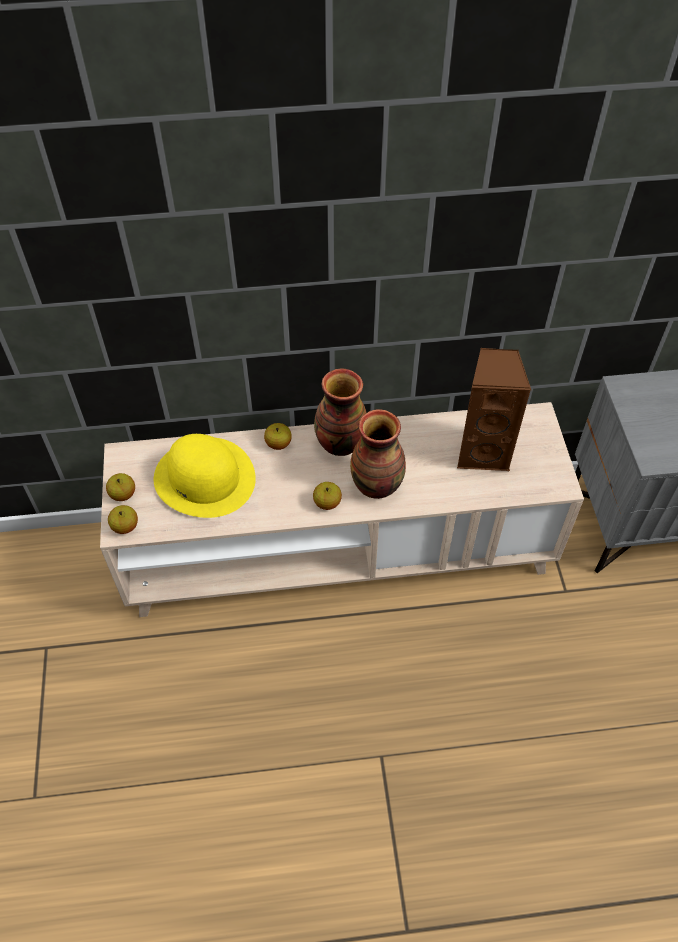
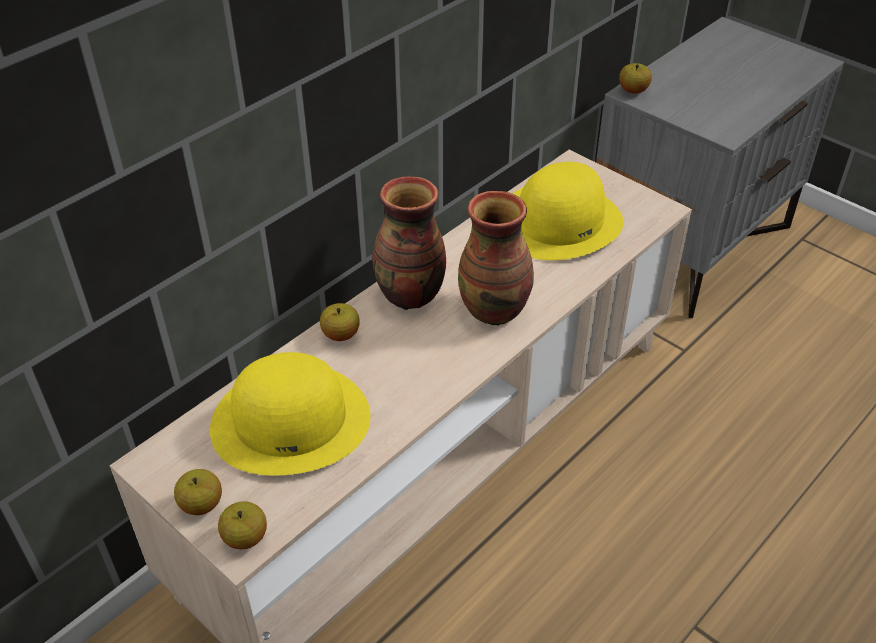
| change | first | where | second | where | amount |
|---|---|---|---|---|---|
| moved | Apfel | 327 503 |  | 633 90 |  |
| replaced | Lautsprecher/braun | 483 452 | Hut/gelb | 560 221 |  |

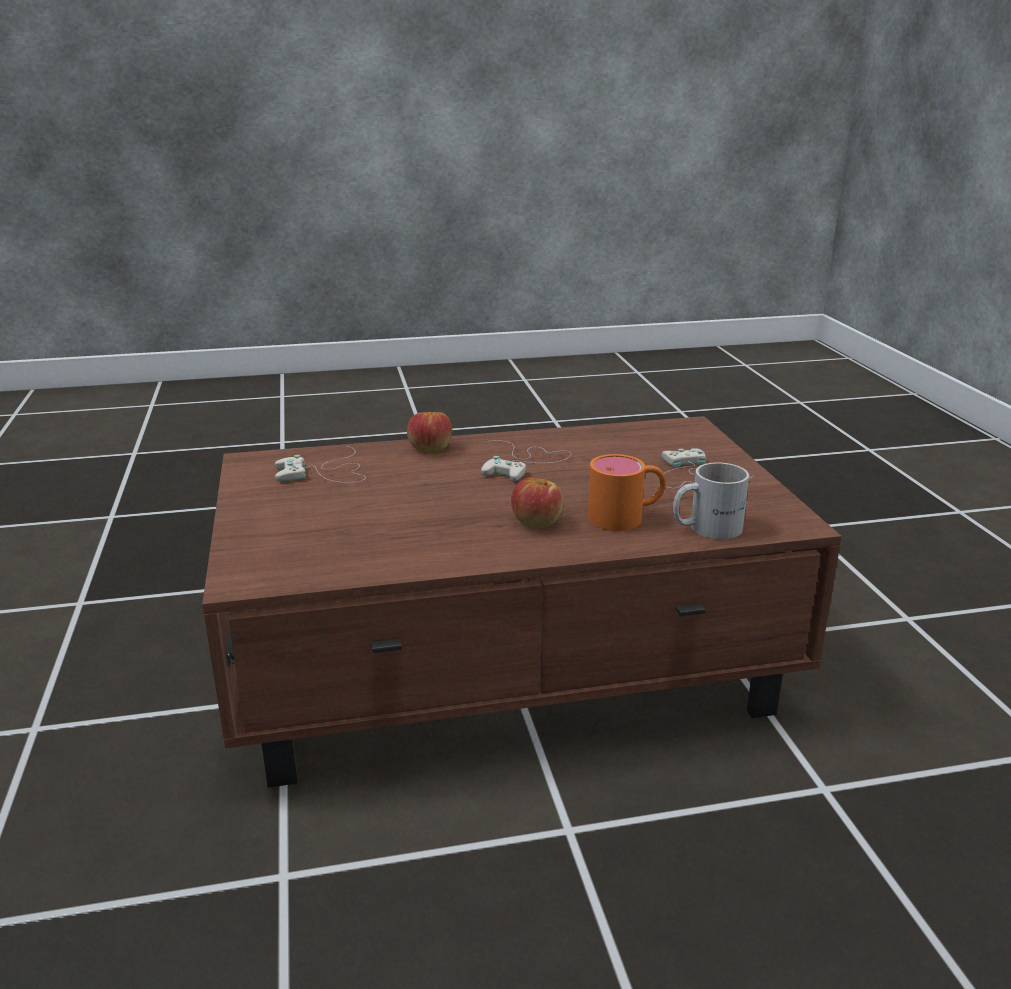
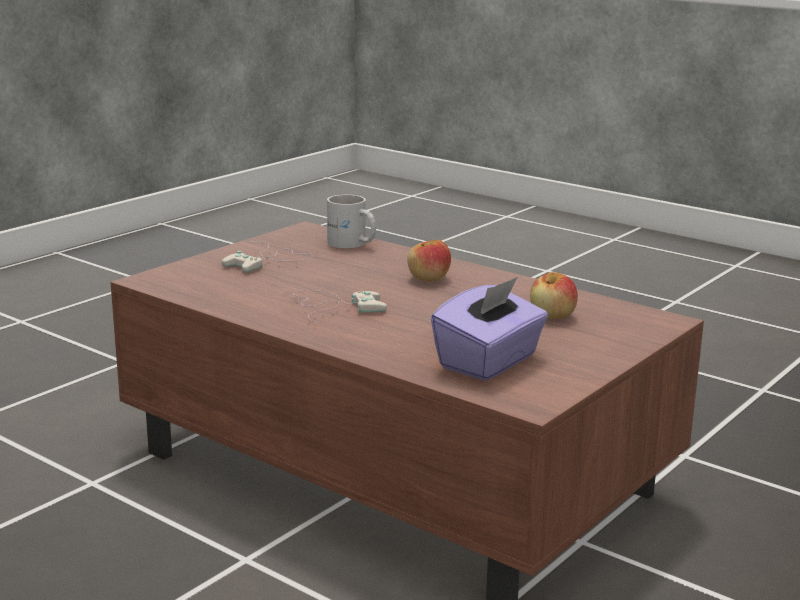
| change | first | where | second | where | amount |
|---|---|---|---|---|---|
| replaced | Gamepad/weiß | 326 473 | Taschentuchbox/lila | 489 362 |  |
| moved | Apfel | 430 449 |  | 552 315 |  |
| removed | Henkelbecher/orange | 626 516 |  |  |  |

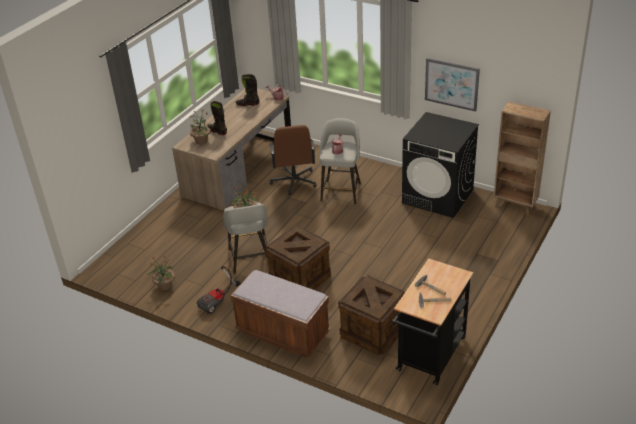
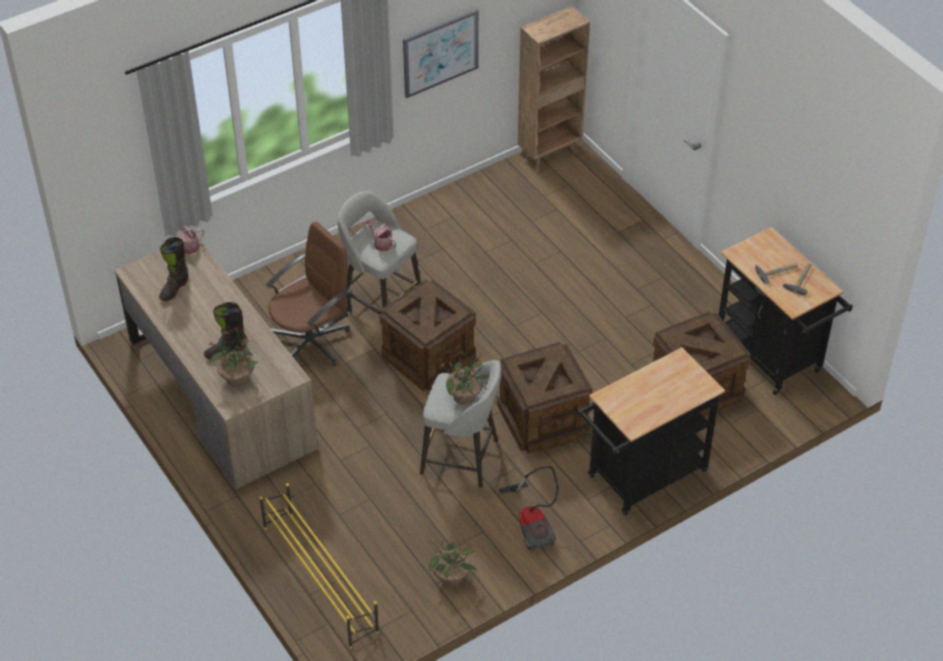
| change | first | where | second | where | amount |
|---|---|---|---|---|---|
| replaced | Bank/braun | 283 333 | Rollwagen/schwarz | 641 478 |  |
| turned | Bürostuhl/braun | 294 181 |  | 311 342 | 60 degrees counterclockwise |
| removed | Waschmaschine/schwarz | 438 196 |  |  |  |
| added |  |  | Schuhregal/gelb | 320 578 |  |
| added |  |  | Kiste | 428 356 |  |

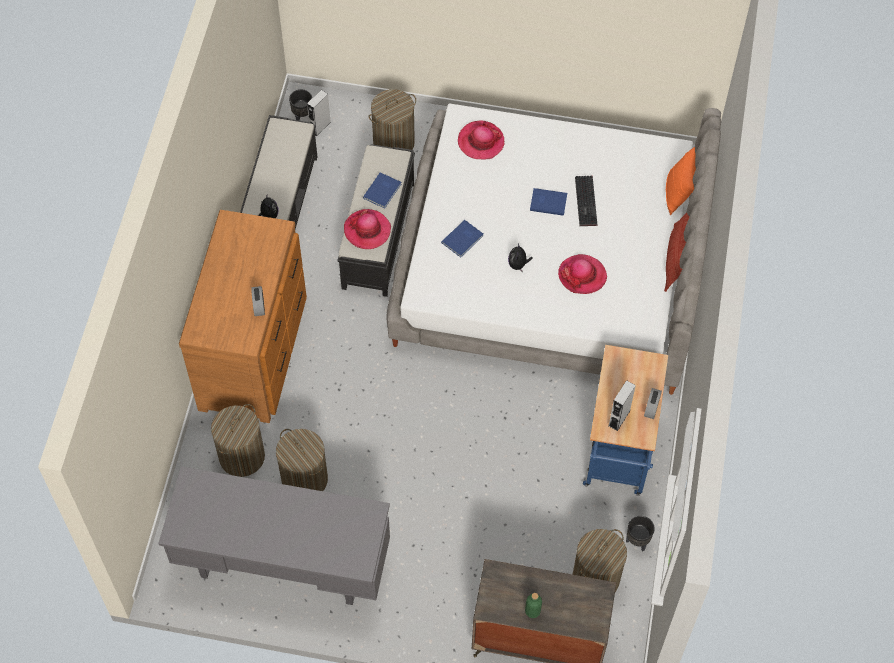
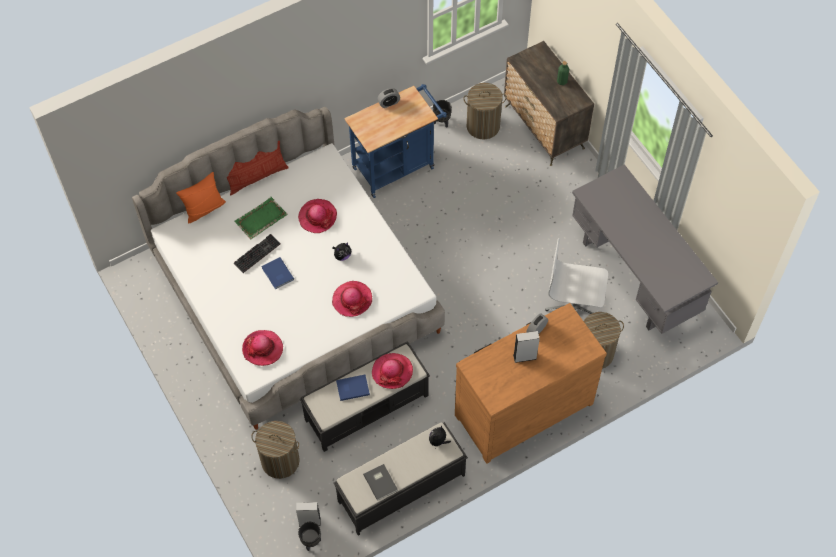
| change | first | where | second | where | amount |
|---|---|---|---|---|---|
| replaced | Wäschekorb | 304 479 | Bürostuhl/weiß | 574 307 |  |
| replaced | Buch/blau | 463 239 | Hut | 352 299 |  |
| moved | Lautsprecher/grau | 619 418 |  | 525 357 |  |
| added |  |  | Tablett/grün | 260 219 |  |
| added |  |  | Buch/grau | 381 482 |  |

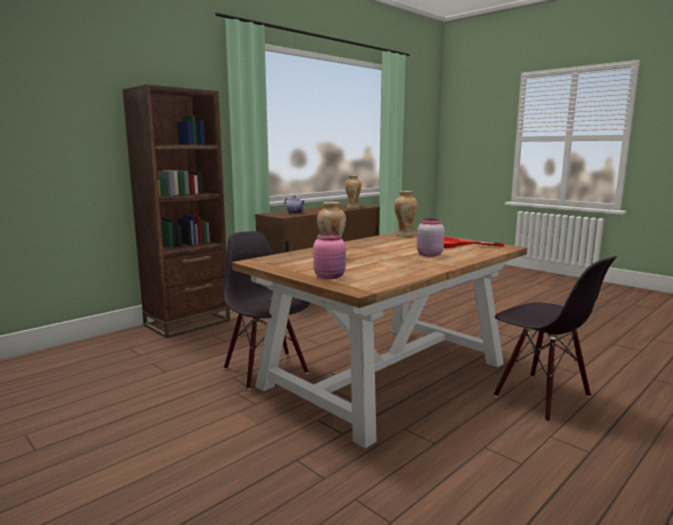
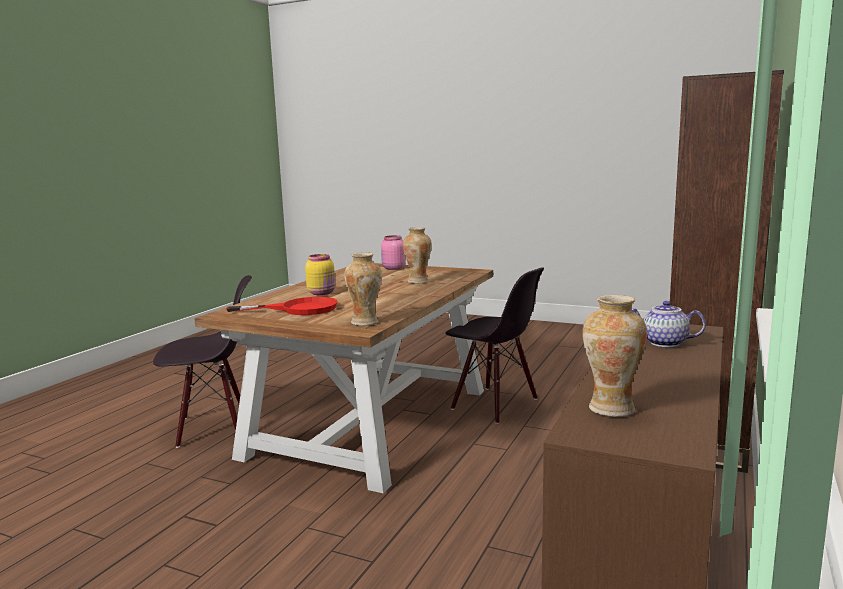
| change | first | where | second | where | amount |
|---|---|---|---|---|---|
| recoloured | Vorratsglas/rosa | 428 255 | Vorratsglas/gelb | 322 293 |  |
| turned | Stuhl/schwarz | 541 396 |  | 212 428 | 135 degrees clockwise |

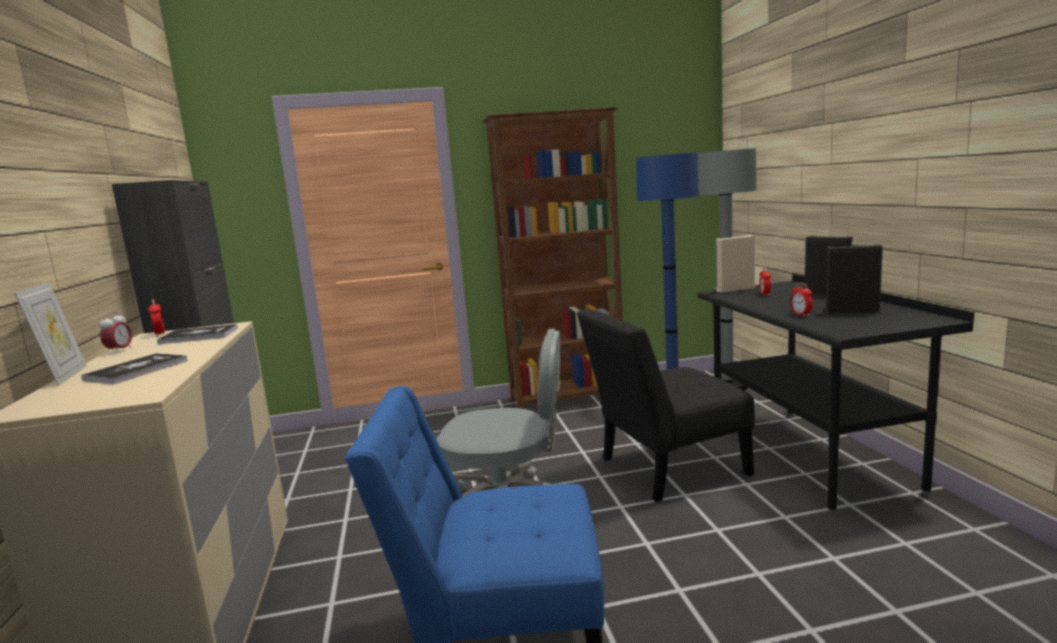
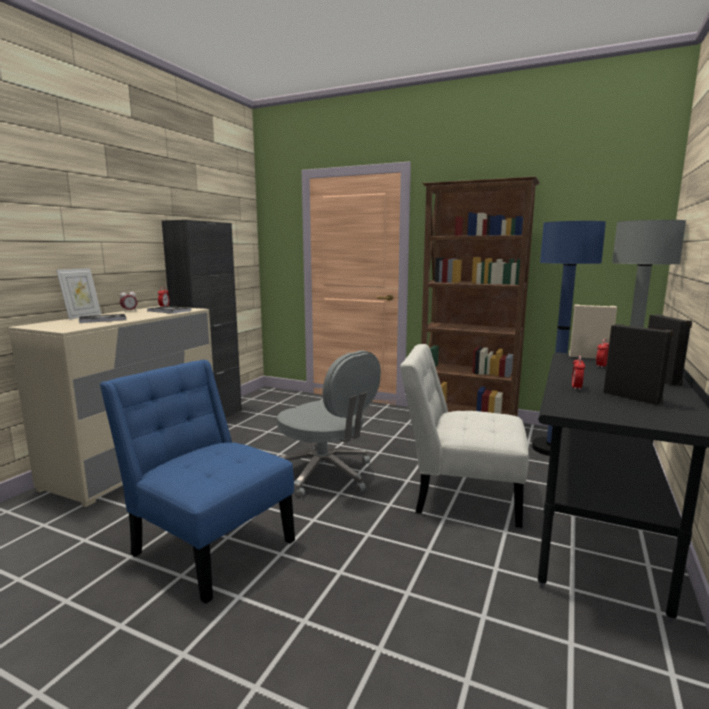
| change | first | where | second | where | amount |
|---|---|---|---|---|---|
| recoloured | Stuhl/schwarz | 666 469 | Stuhl/weiß | 460 495 |  |

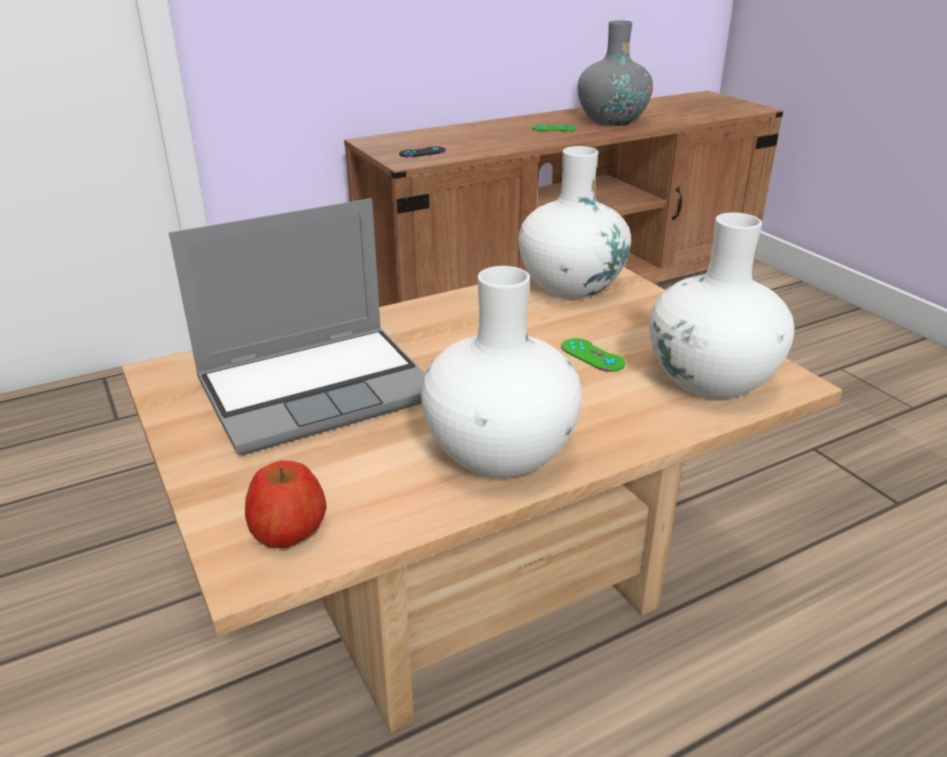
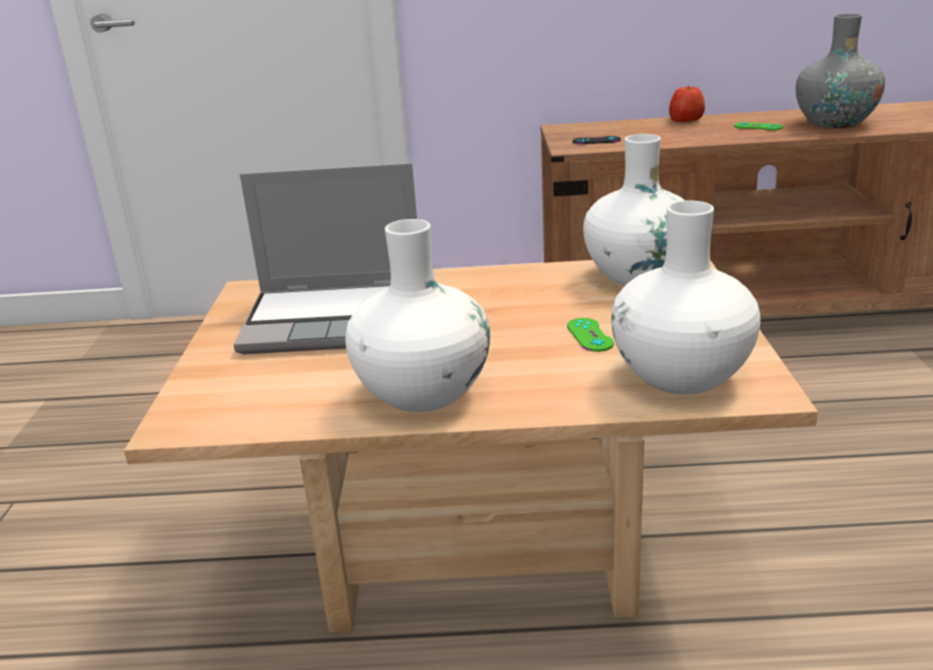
| change | first | where | second | where | amount |
|---|---|---|---|---|---|
| moved | Apfel | 288 530 |  | 685 120 |  |

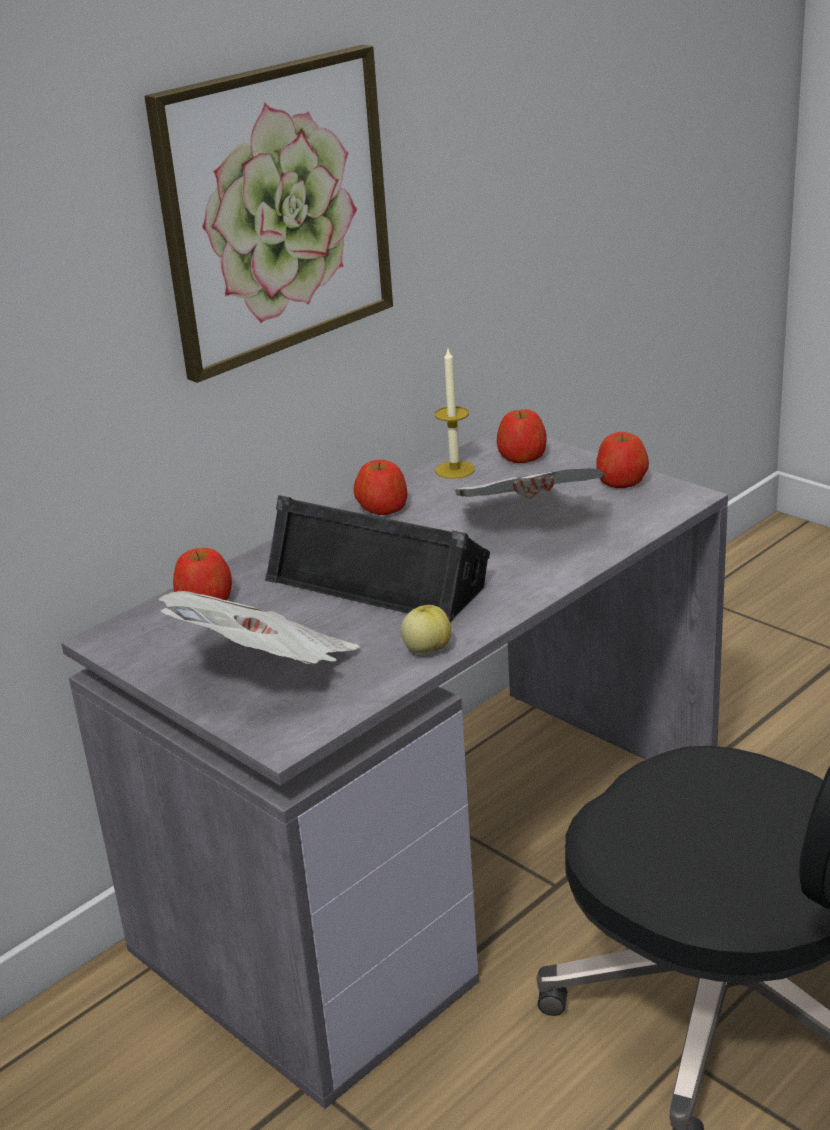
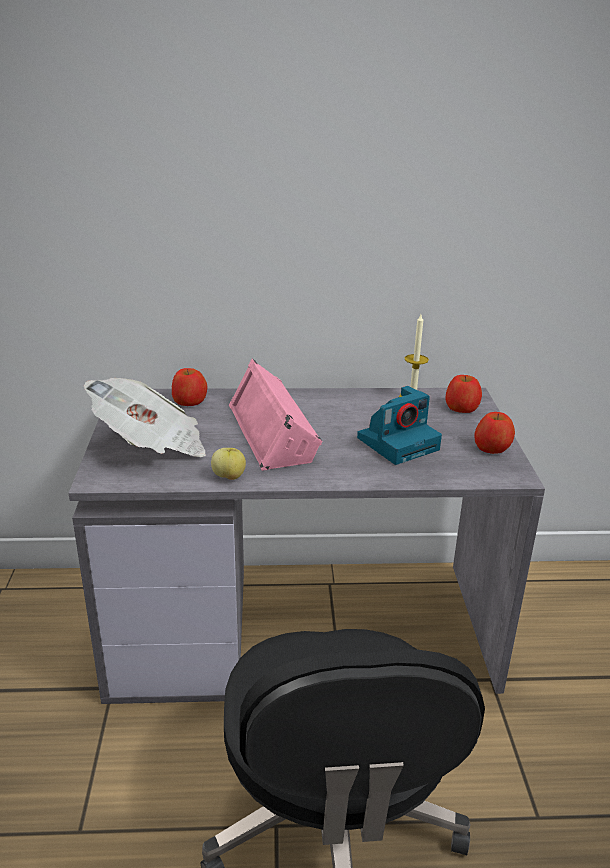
| change | first | where | second | where | amount |
|---|---|---|---|---|---|
| removed | Bild | 275 210 |  |  |  |
| recoloured | Lautsprecher/schwarz | 379 579 | Lautsprecher/rosa | 274 431 |  |
| removed | Apfel | 382 508 |  |  |  |
| replaced | Zeitung | 529 522 | Kamera | 399 443 |  |

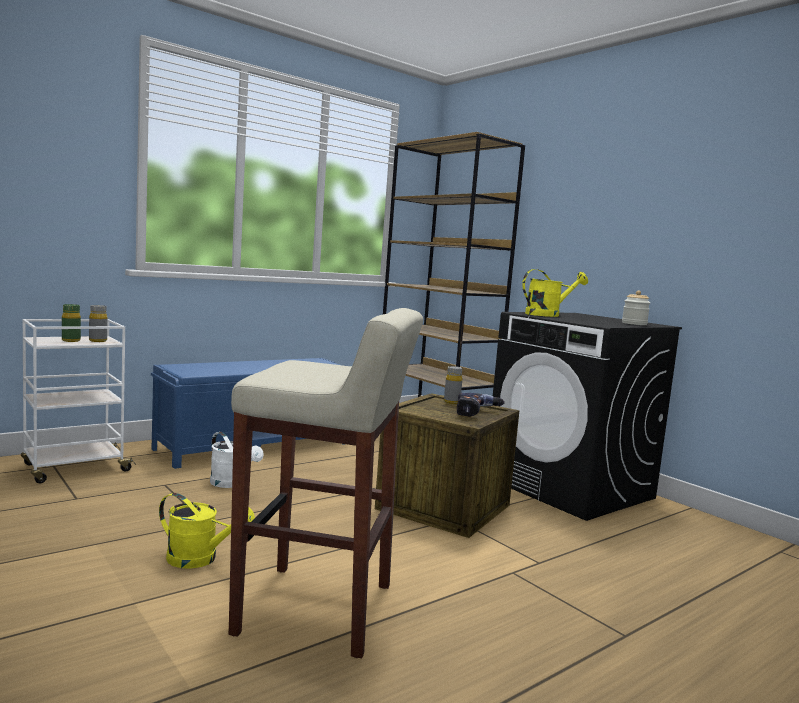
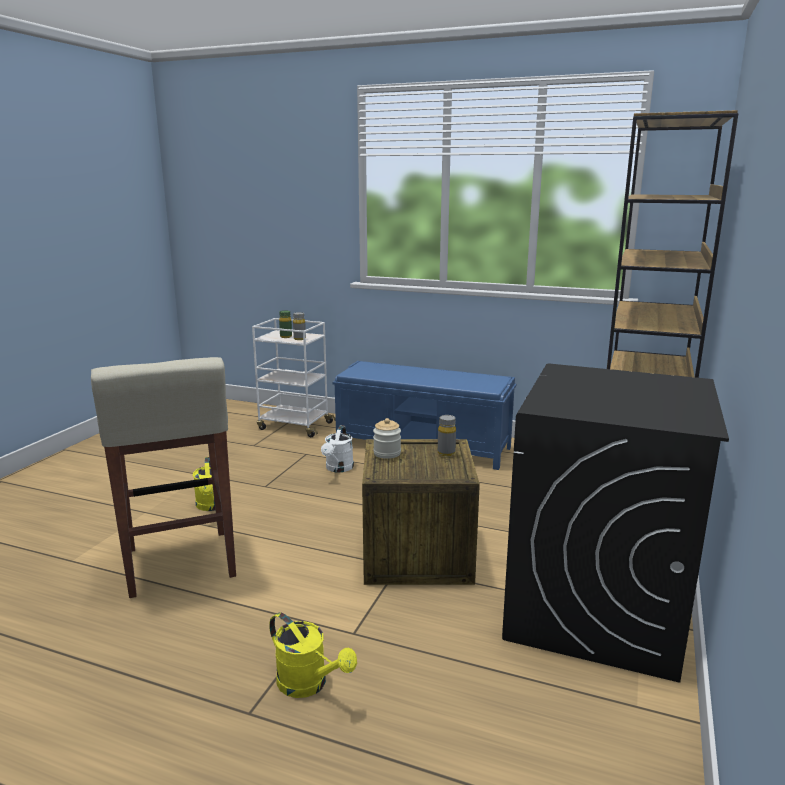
| change | first | where | second | where | amount |
|---|---|---|---|---|---|
| removed | Bohrmaschine | 477 412 |  |  |  |
| moved | Gießkanne/gelb | 547 315 |  | 309 684 |  |
| moved | Vorratsglas | 634 324 |  | 387 453 |  |

